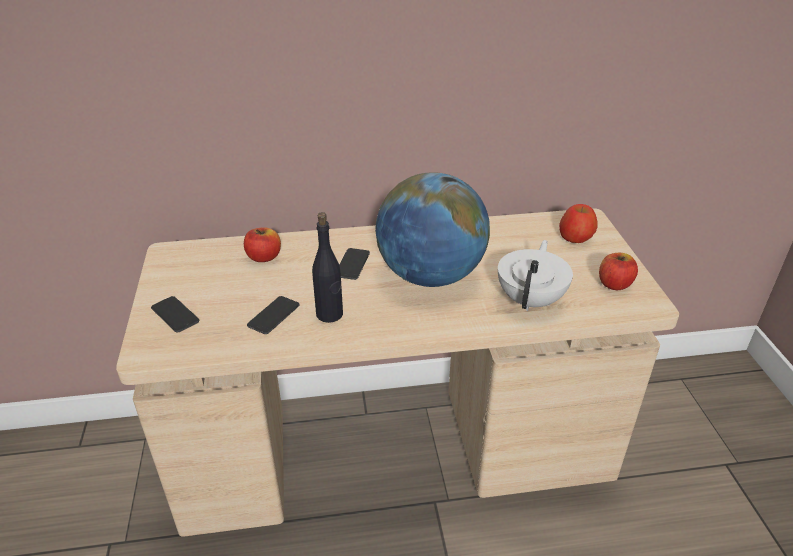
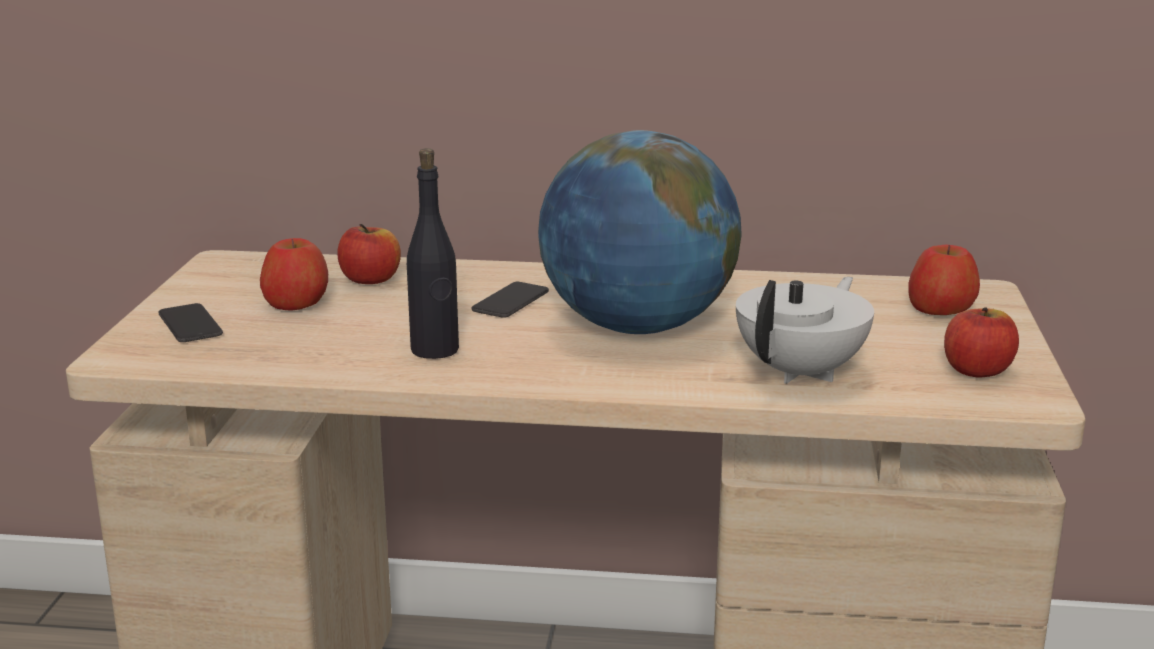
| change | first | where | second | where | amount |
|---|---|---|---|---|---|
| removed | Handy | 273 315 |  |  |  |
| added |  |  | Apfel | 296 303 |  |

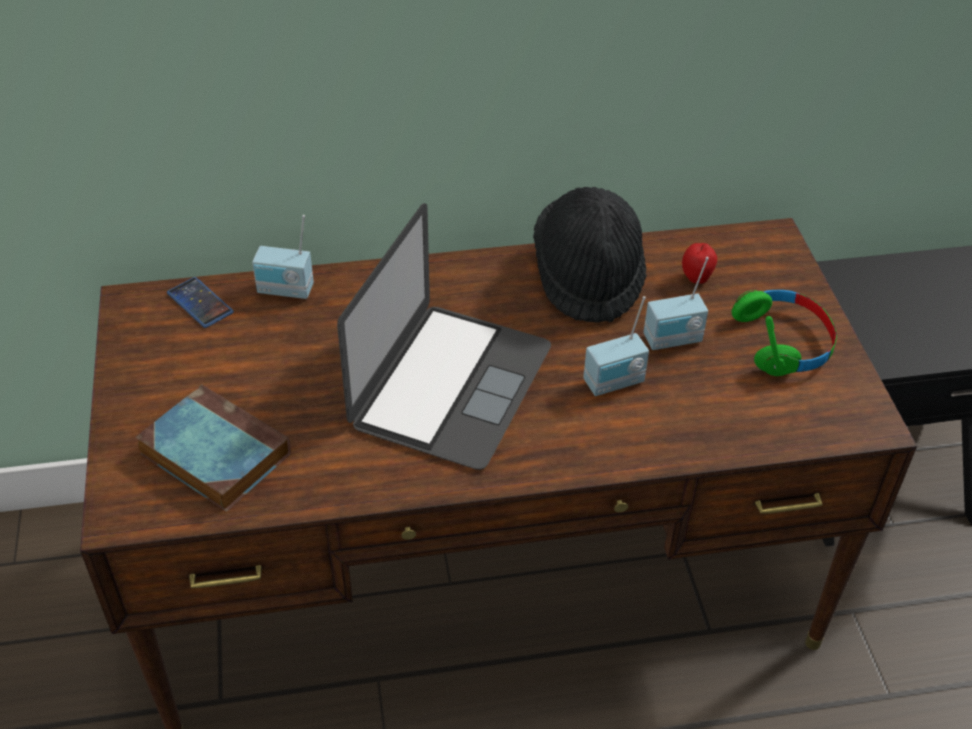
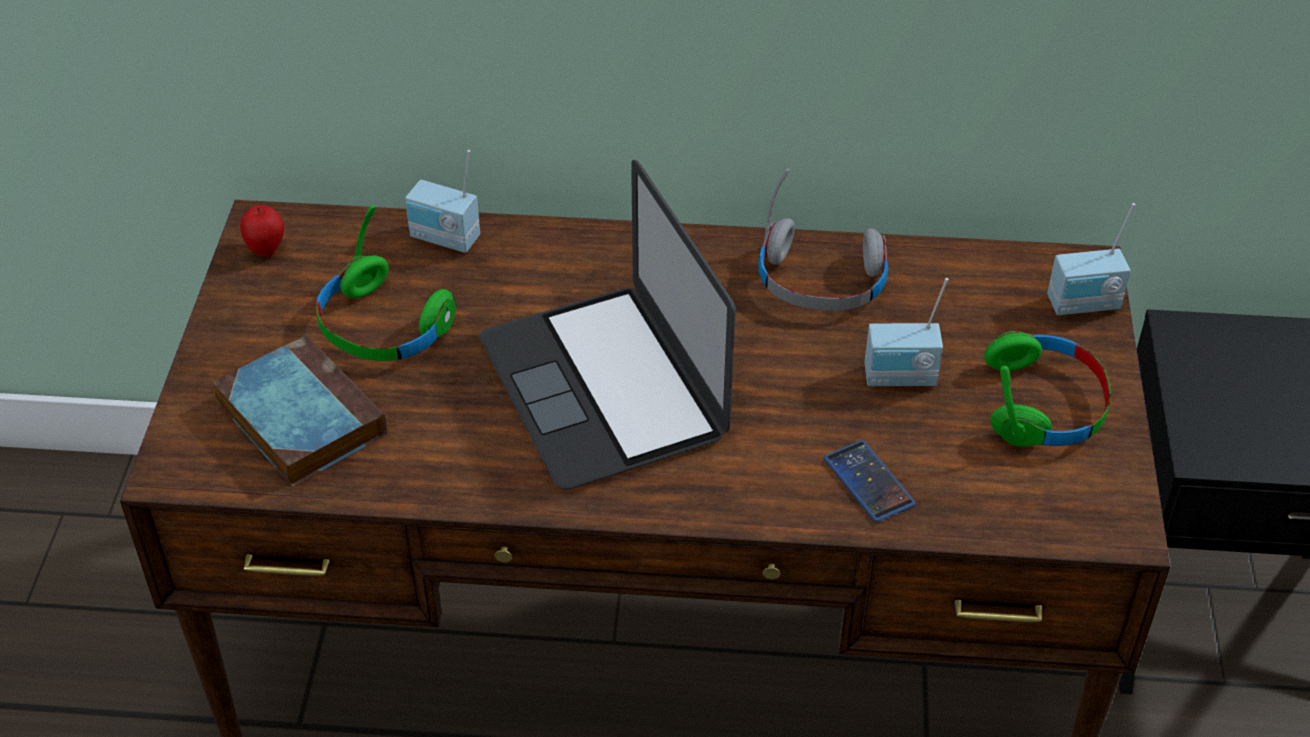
| change | first | where | second | where | amount |
|---|---|---|---|---|---|
| moved | Handy | 200 303 |  | 869 482 |  |
| turned | Laptop | 451 384 |  | 603 385 | 120 degrees clockwise |
| replaced | Hut/schwarz | 588 276 | Kopfhörer/grau | 821 280 |  |
| moved | Radio | 614 383 |  | 1084 305 |  |
| moved | Apfel | 696 278 |  | 266 249 |  |
| added |  |  | Kopfhörer/grün | 383 326 |  |

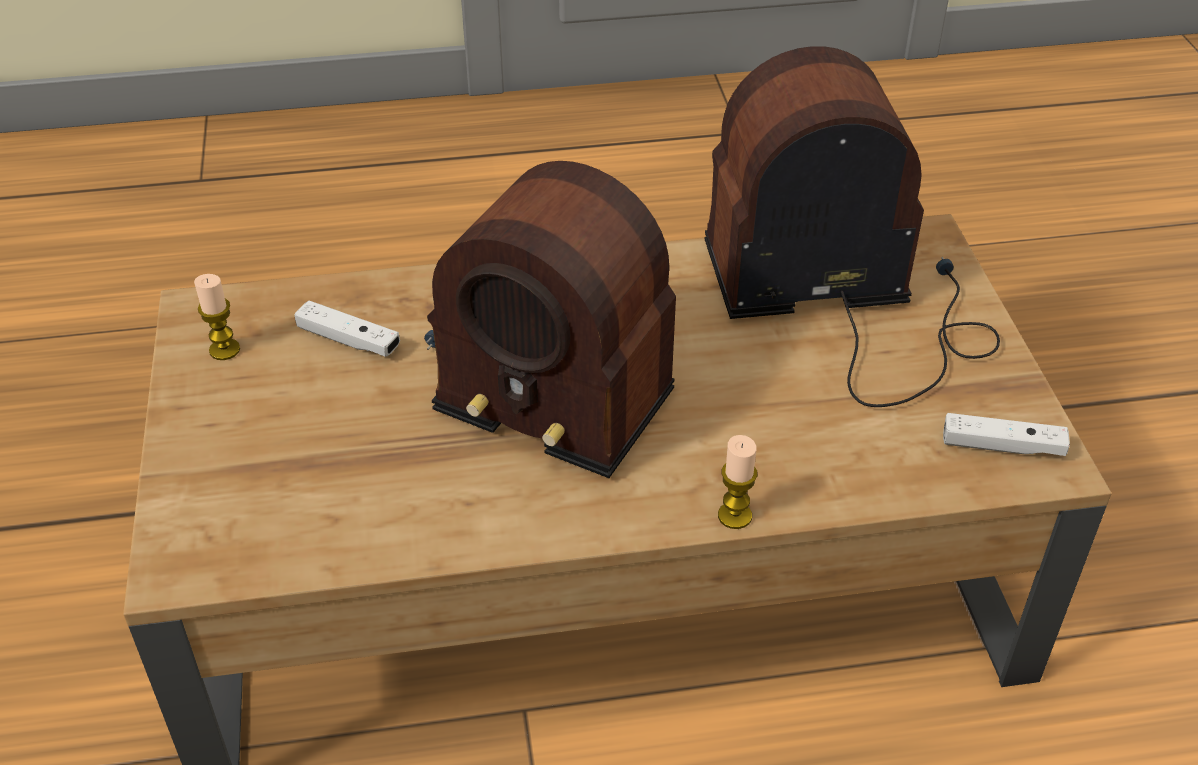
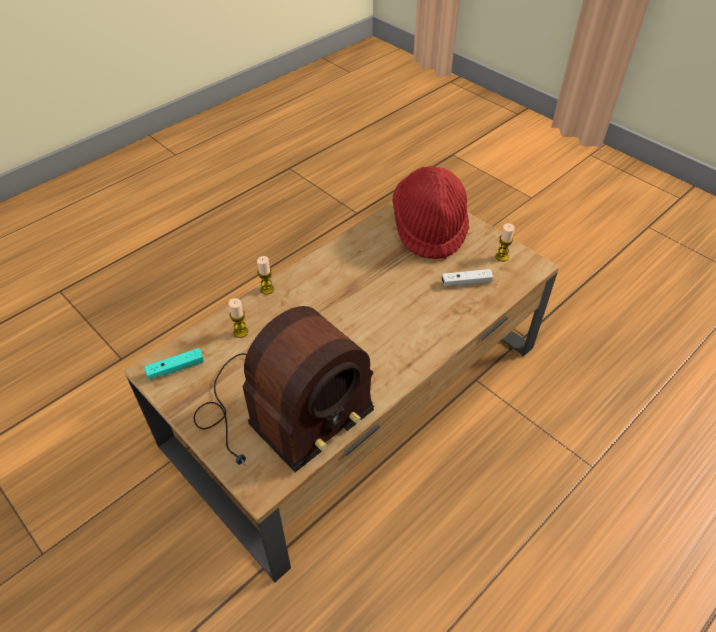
| change | first | where | second | where | amount |
|---|---|---|---|---|---|
| removed | Radio | 549 362 |  |  |  |
| recoloured | Gamepad/weiß | 1002 446 | Gamepad/türkis | 176 368 |  |
| added |  |  | Kerze | 240 332 |  |
| added |  |  | Hut/rot | 429 228 |  |

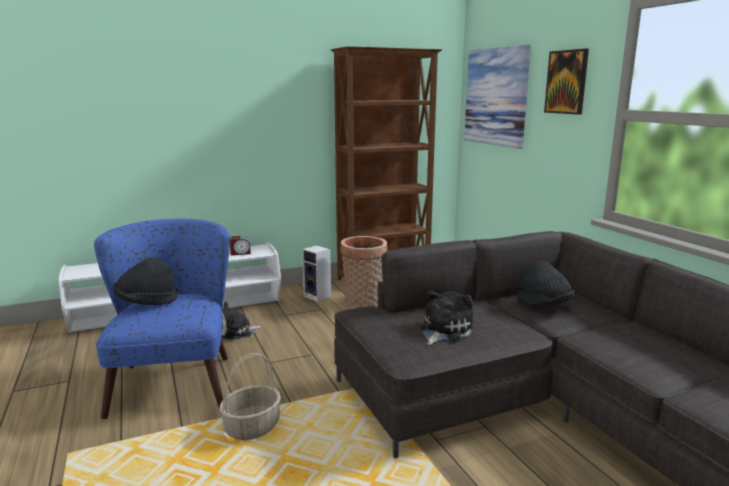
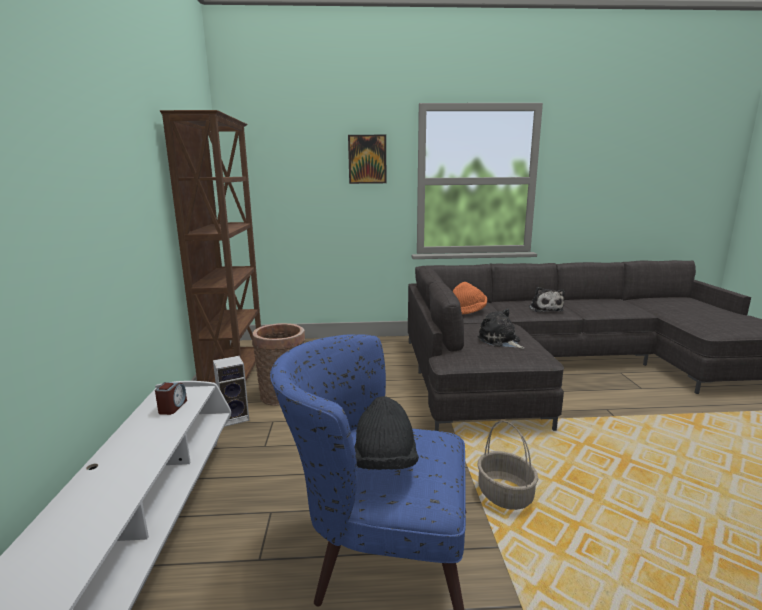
| change | first | where | second | where | amount |
|---|---|---|---|---|---|
| moved | Plüschtier | 237 332 |  | 545 309 |  |
| removed | Bild | 496 97 |  |  |  |
| recoloured | Hut/schwarz | 544 305 | Hut/orange | 467 311 |  |

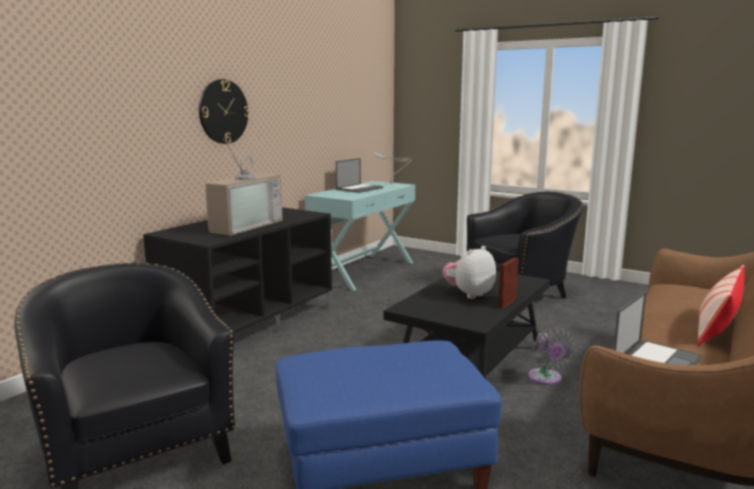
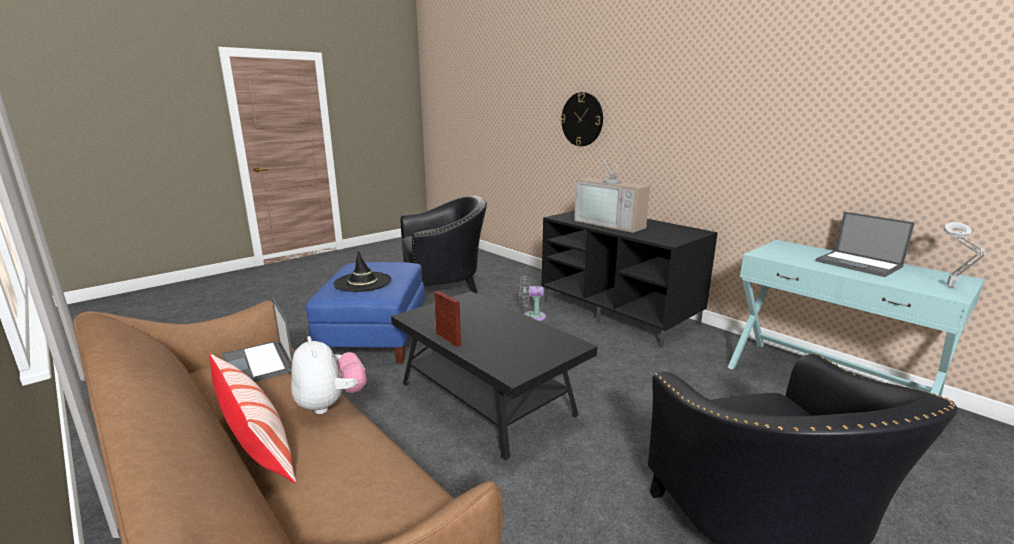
| change | first | where | second | where | amount |
|---|---|---|---|---|---|
| moved | Wanduhr | 223 111 |  | 582 119 |  |
| moved | Plüschtier | 469 294 |  | 330 404 |  |
| moved | Ventilator/grau | 546 379 |  | 531 317 |  |
| added |  |  | Hut/schwarz | 363 282 |  |

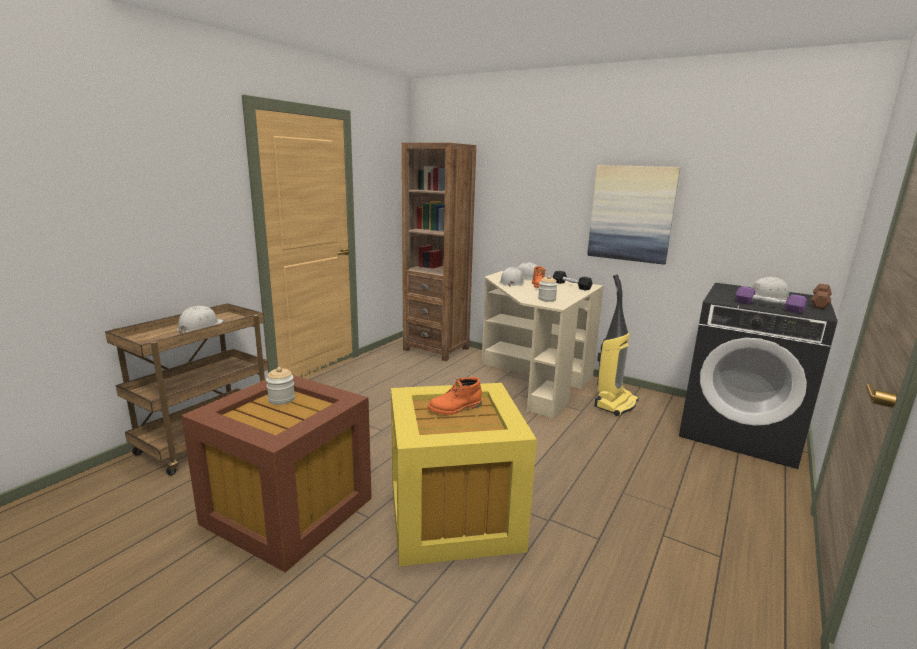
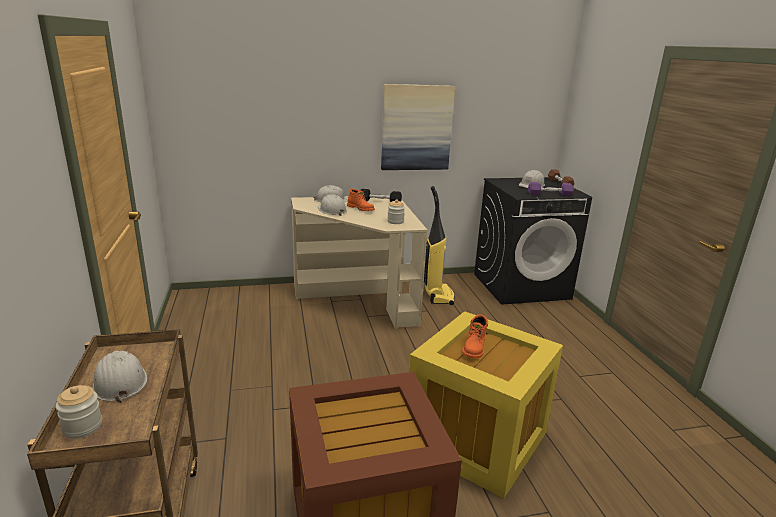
| change | first | where | second | where | amount |
|---|---|---|---|---|---|
| moved | Vorratsglas | 281 399 |  | 82 427 |  |
| removed | Bücherregal/braun | 436 349 |  |  |  |

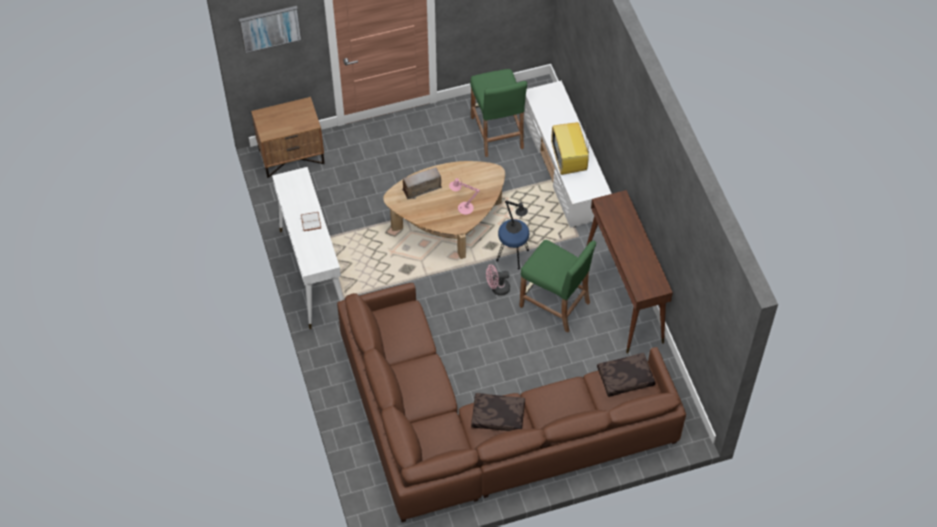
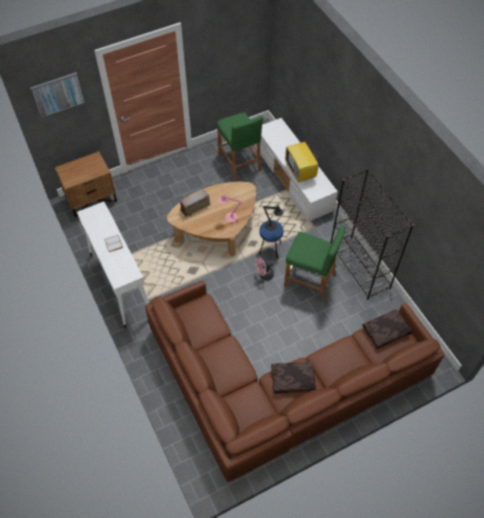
| change | first | where | second | where | amount |
|---|---|---|---|---|---|
| replaced | Konsolentisch/braun | 623 298 | Bücherregal/schwarz | 359 267 |  |

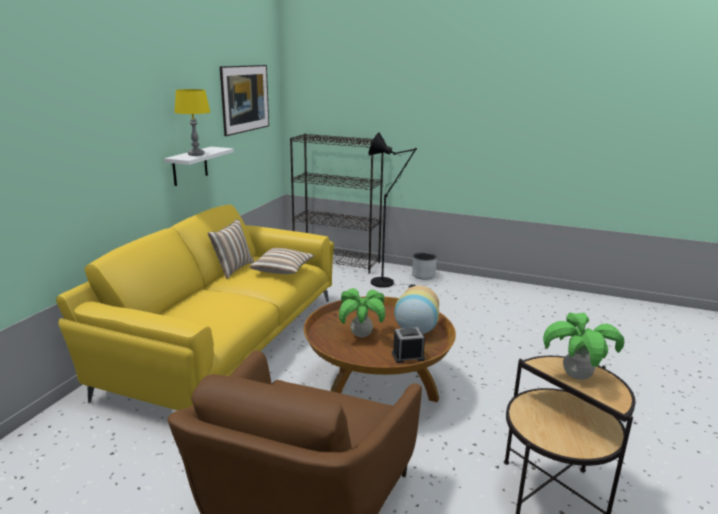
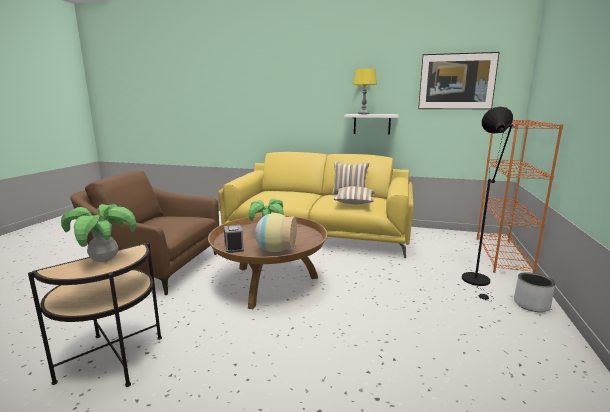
| change | first | where | second | where | amount |
|---|---|---|---|---|---|
| recoloured | Bücherregal/schwarz | 337 262 | Bücherregal/orange | 502 256 |  |

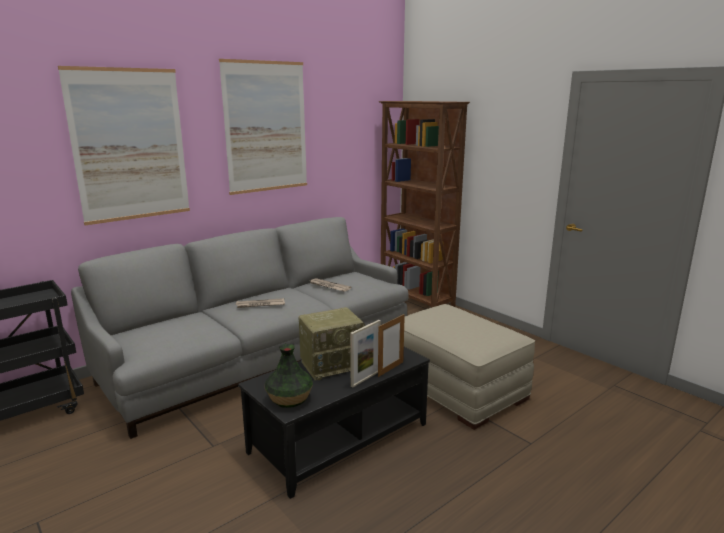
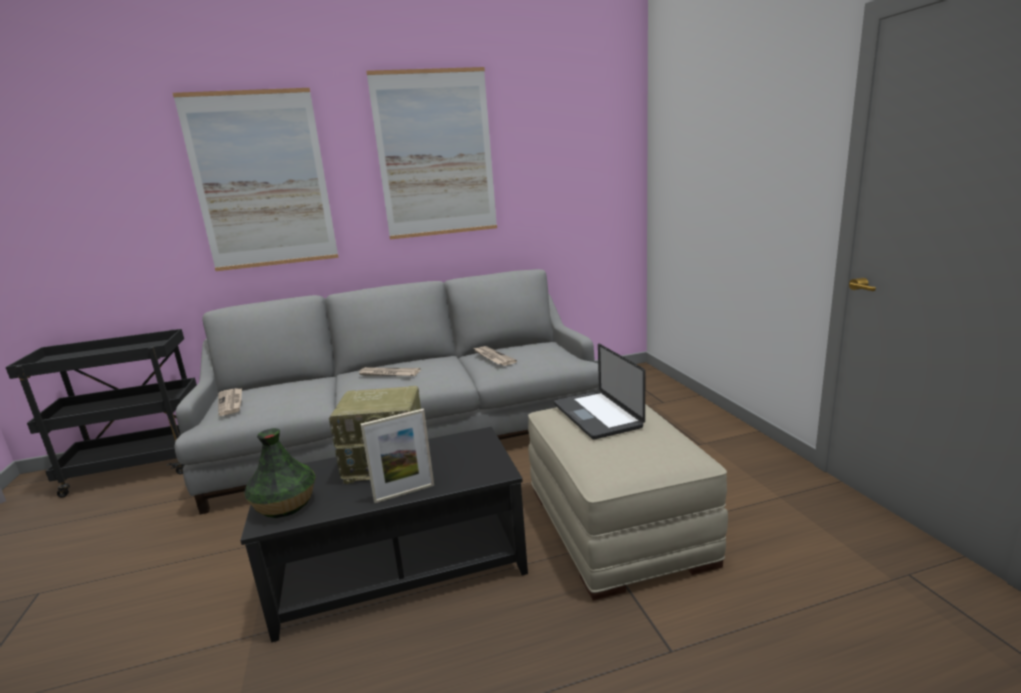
| change | first | where | second | where | amount |
|---|---|---|---|---|---|
| removed | Bilderrahmen | 390 369 |  |  |  |
| removed | Bücherregal/braun | 416 299 |  |  |  |
| added |  |  | Zeitung | 231 403 |  |
| added |  |  | Laptop | 597 416 |  |

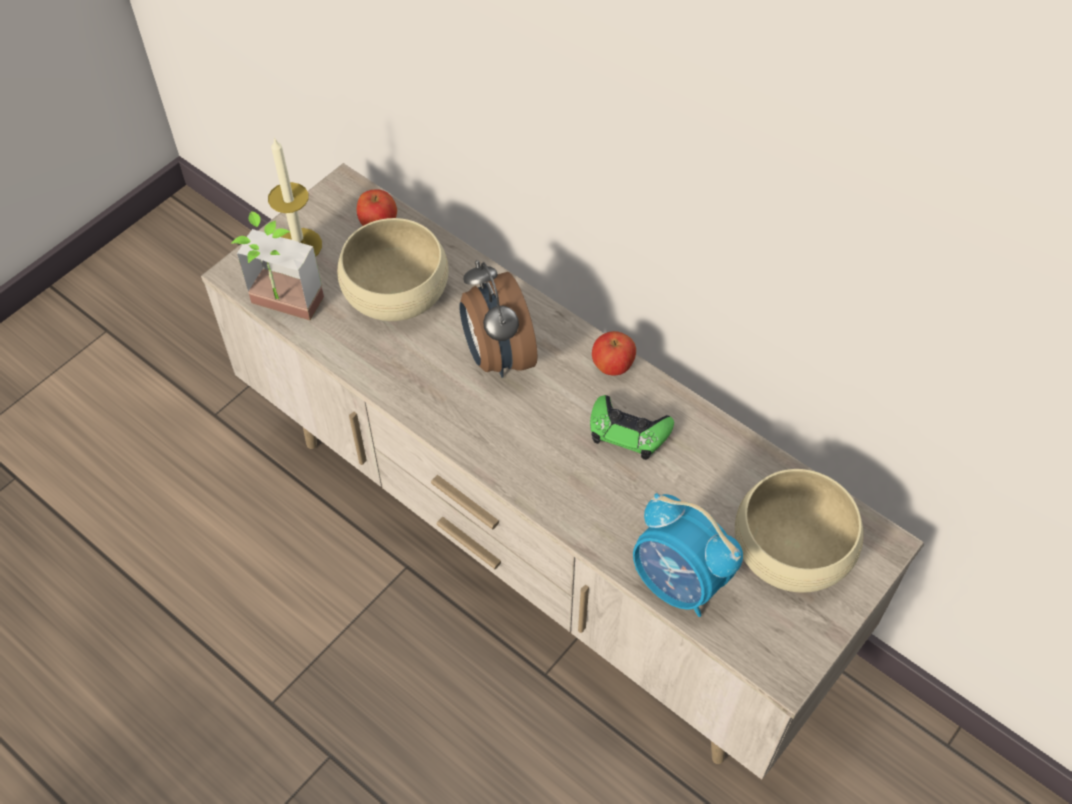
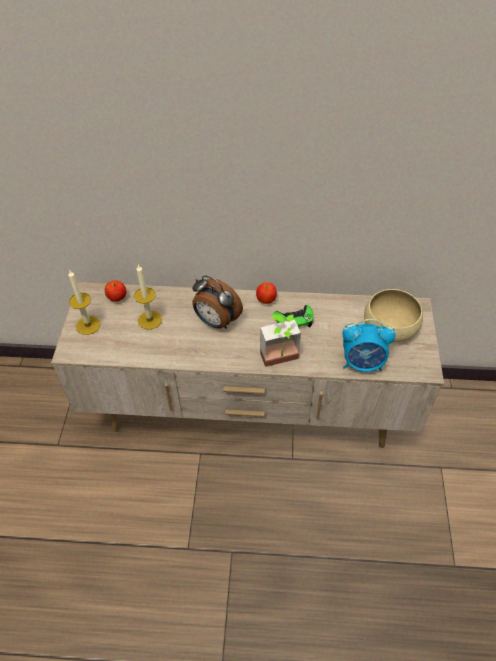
| change | first | where | second | where | amount |
|---|---|---|---|---|---|
| moved | Topfpflanze | 281 310 |  | 281 361 |  |
| replaced | Schüssel/beige | 396 291 | Kerze | 150 320 |  |

